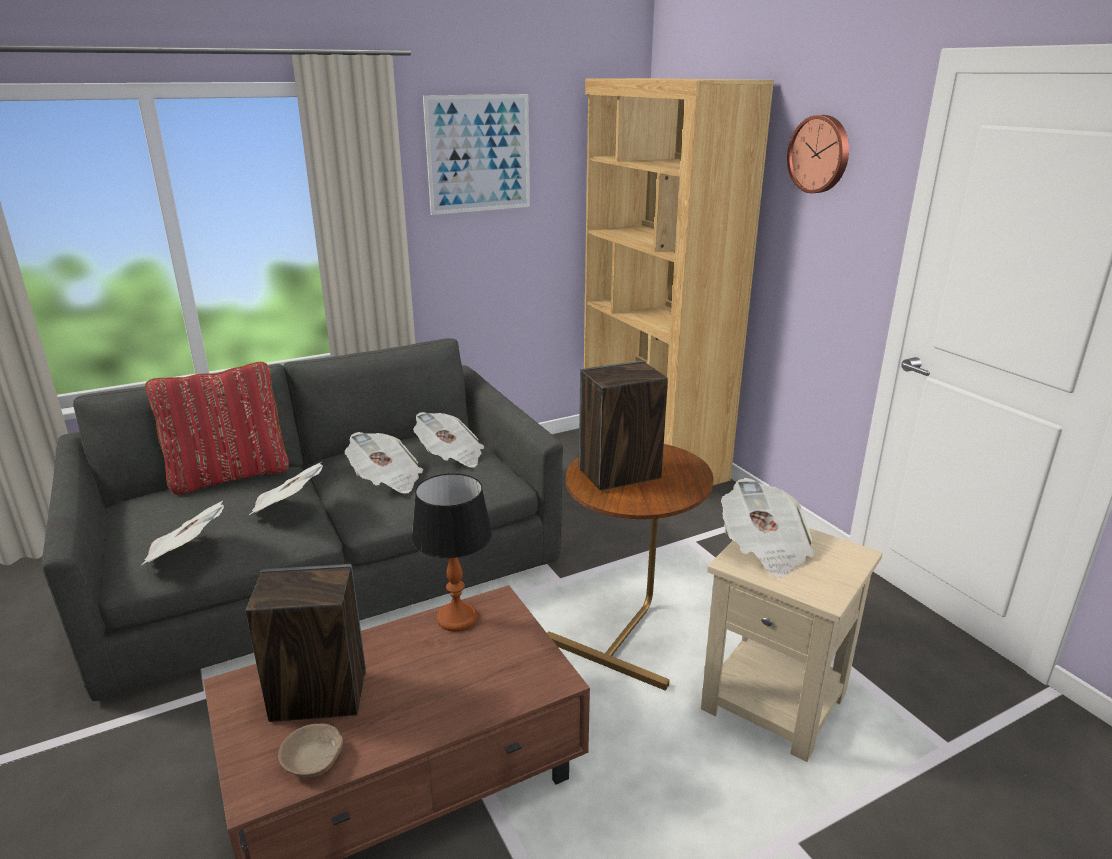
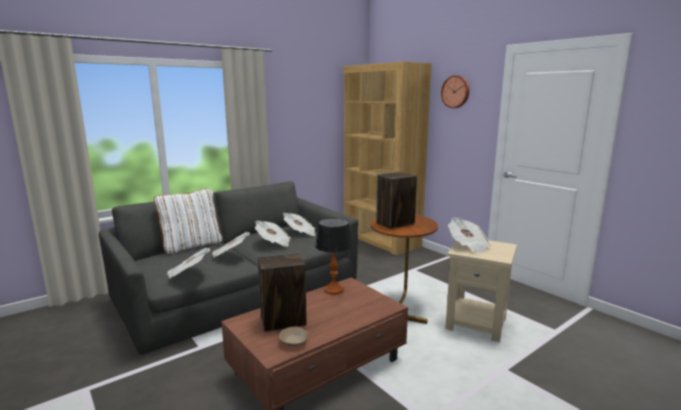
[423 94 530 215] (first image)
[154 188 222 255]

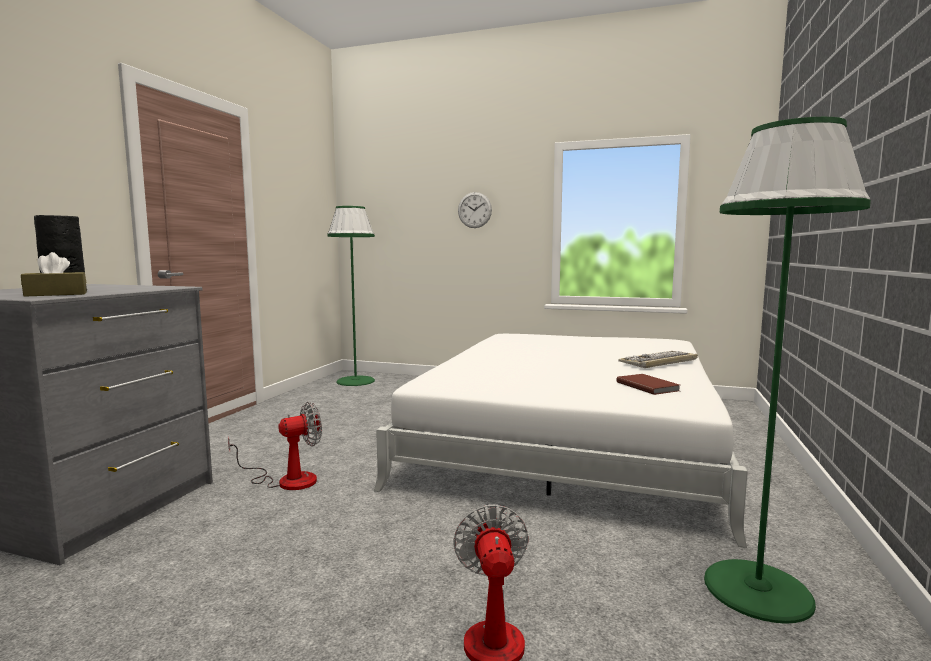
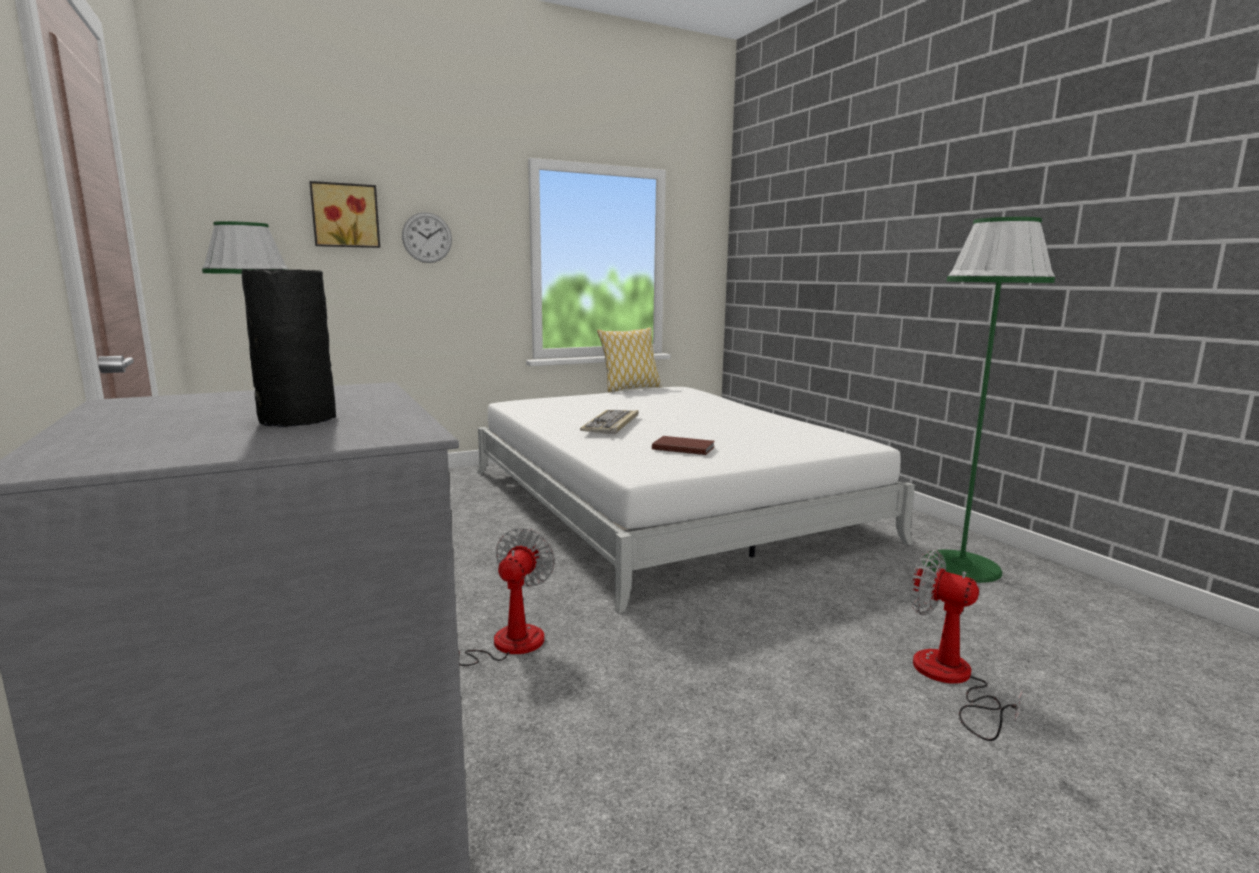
[21 252 87 297] (first image)
[580 410 639 434]
[652 436 715 455]
[309 181 380 248]
[597 327 662 392]

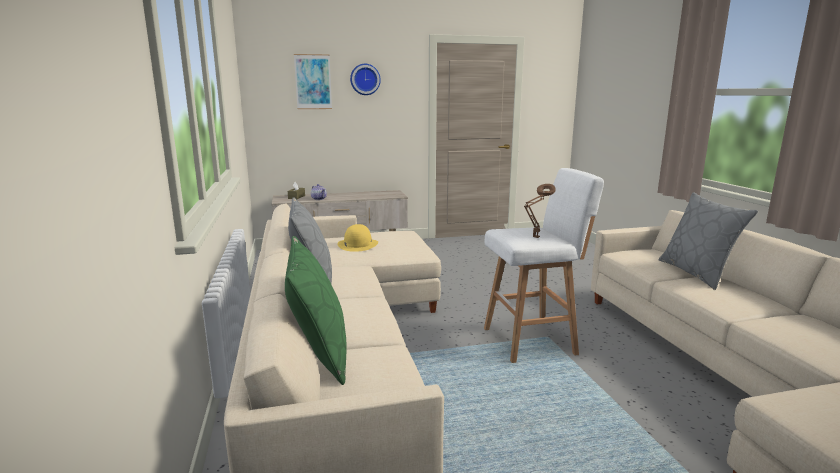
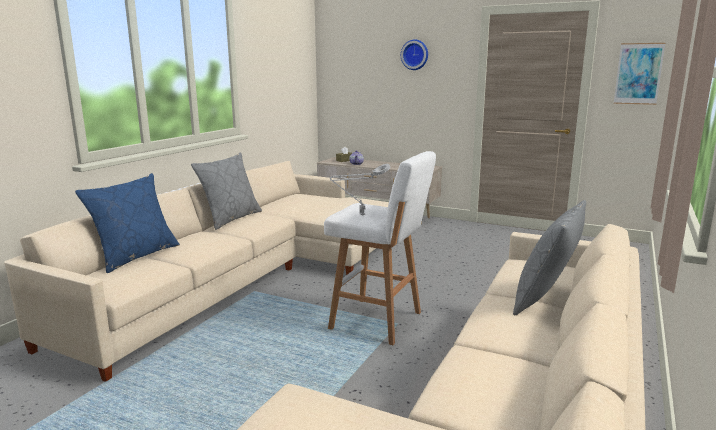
[613 43 665 105]
[330 164 390 215]
[337 224 378 252] (first image)
[75 173 180 273]

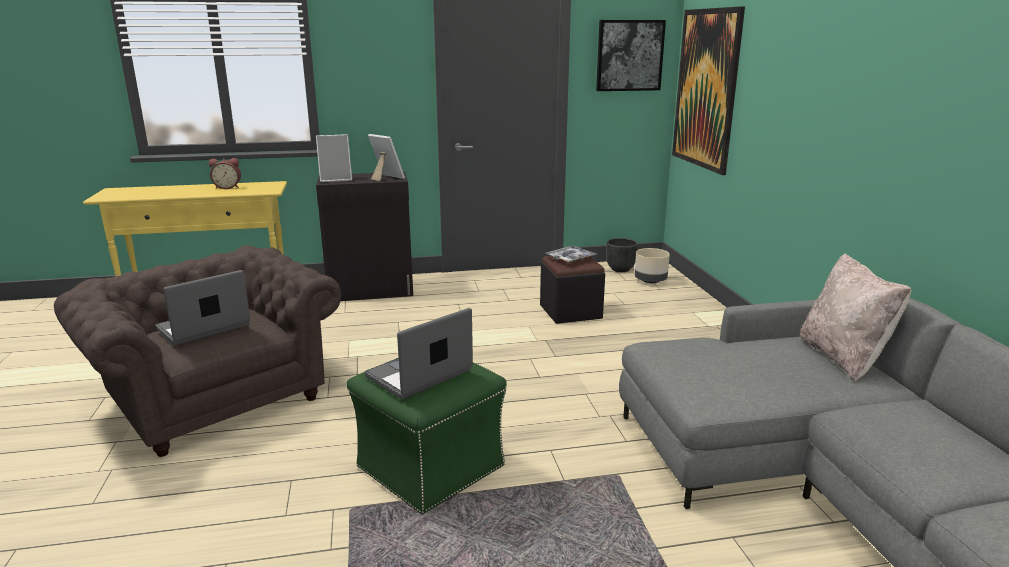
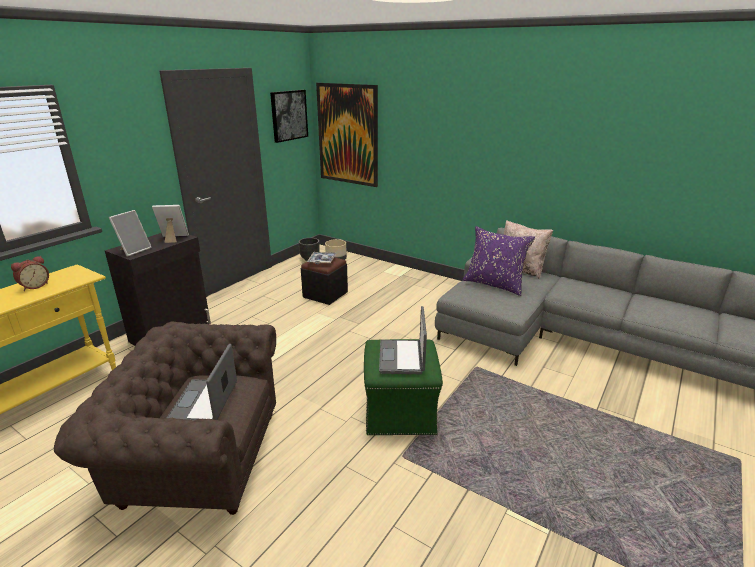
[463 226 535 296]

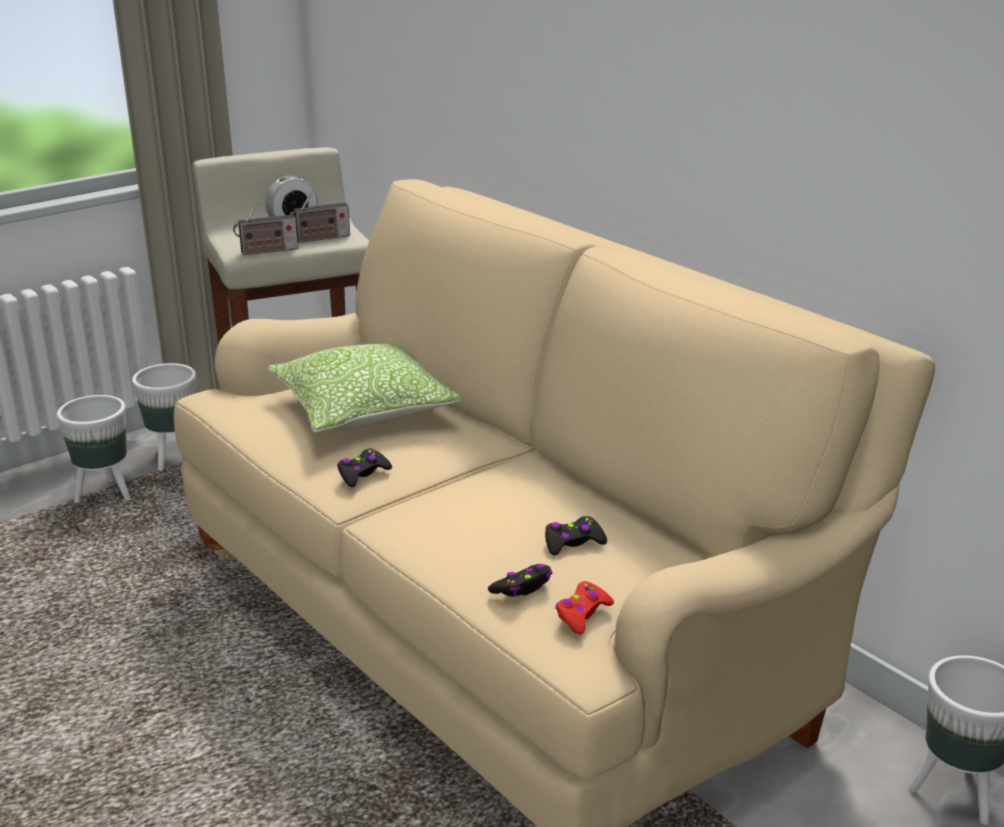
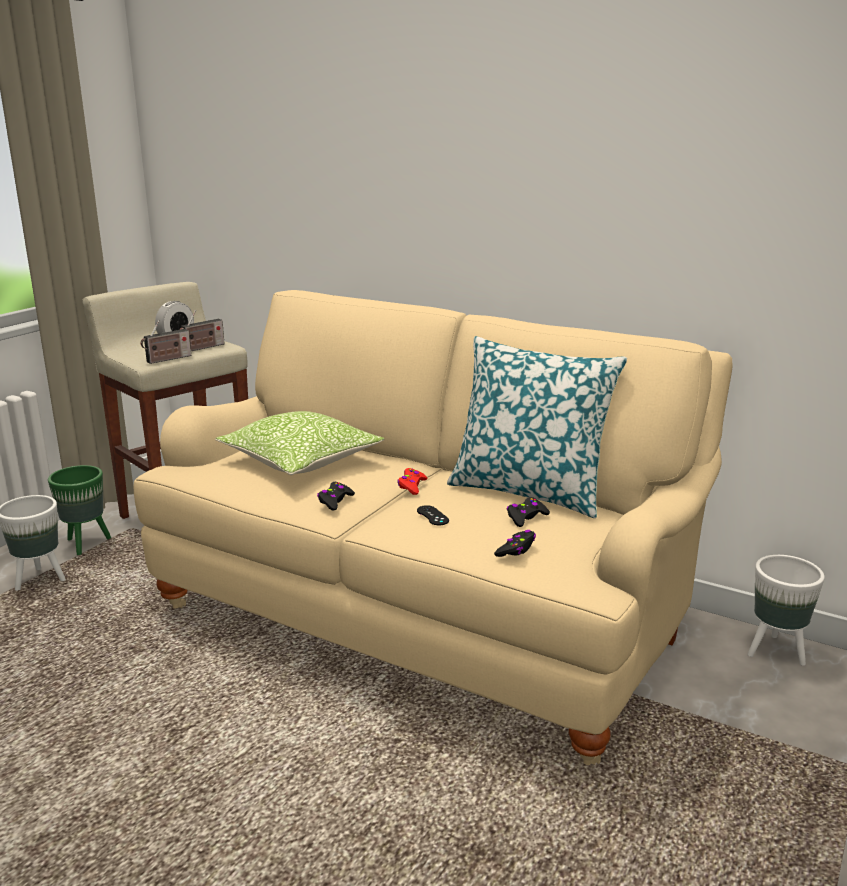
[48 465 111 555]
[397 468 428 495]
[447 336 627 518]
[417 505 449 525]

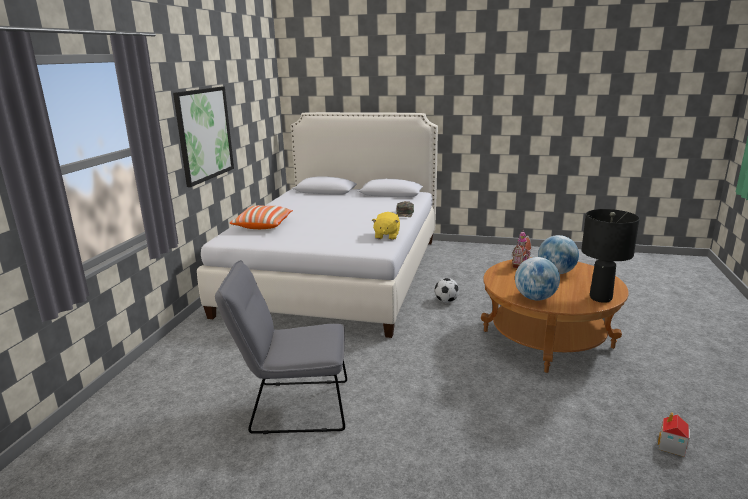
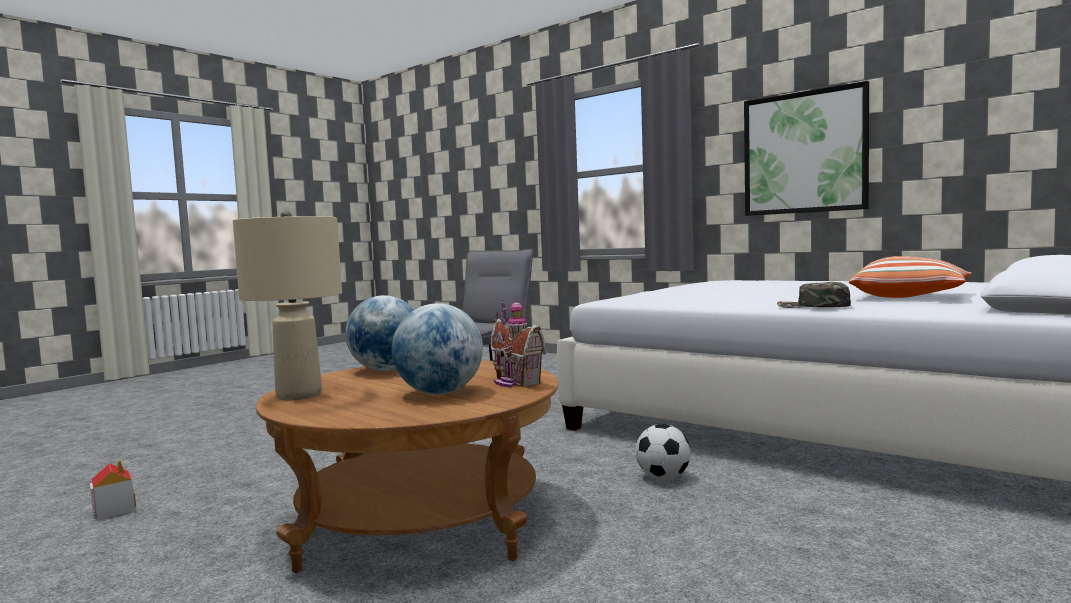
[849 256 972 298]
[233 211 342 400]
[372 212 400 240] (first image)

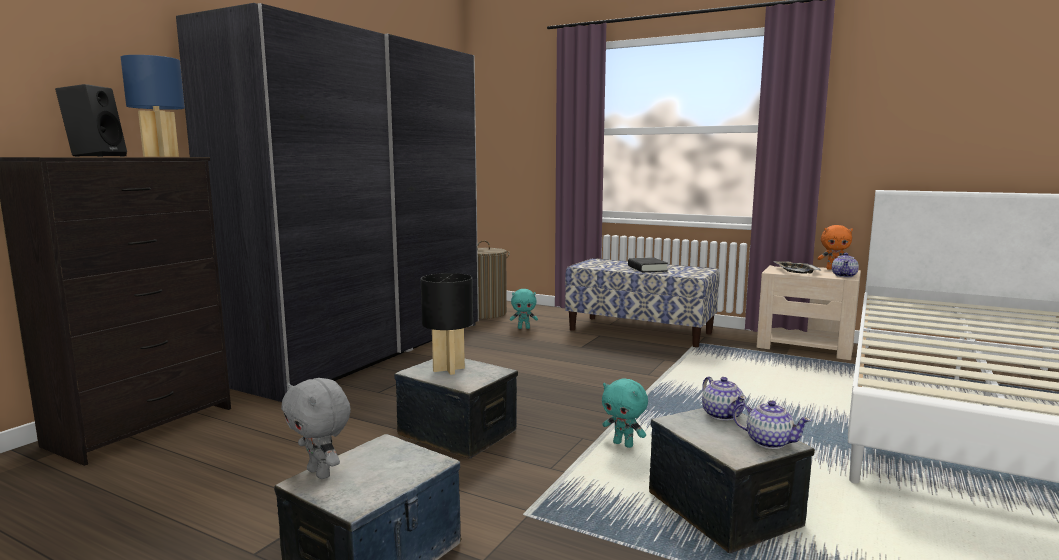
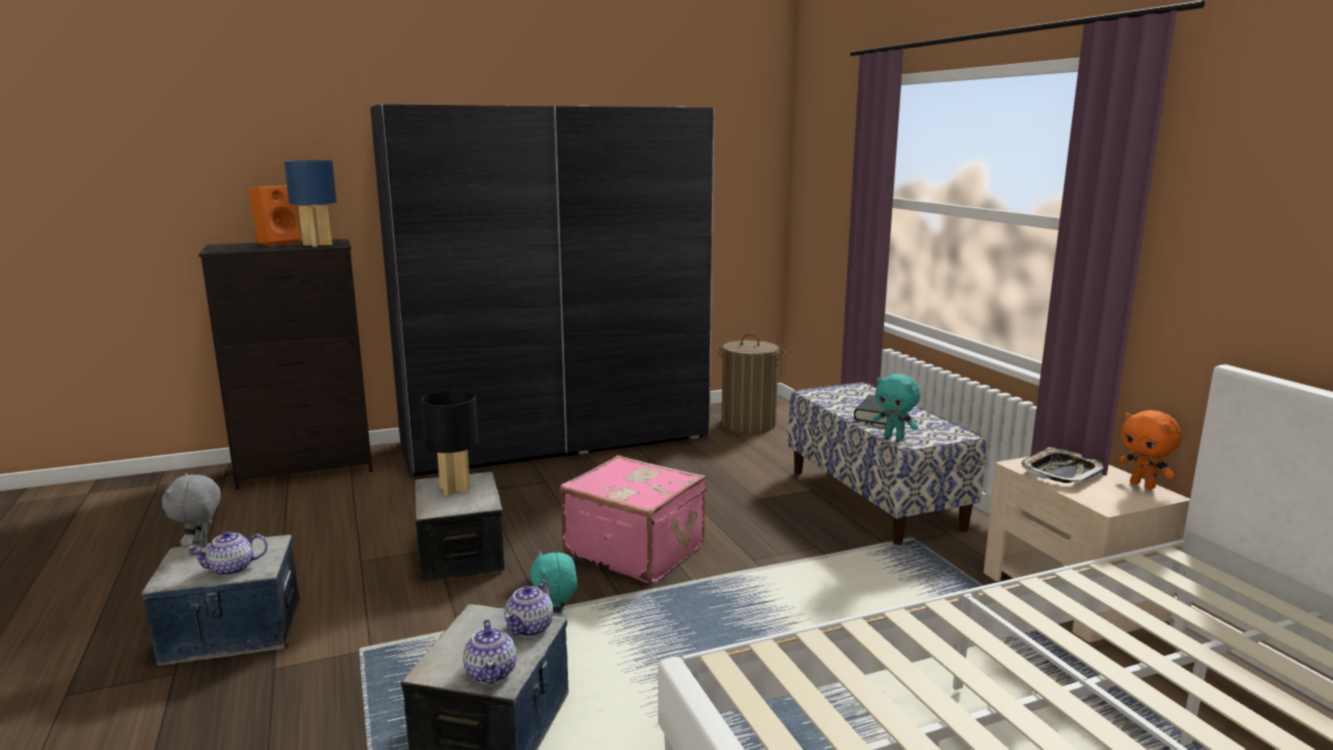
[248 185 300 246]
[188 531 268 576]
[873 374 920 440]
[560 455 707 584]

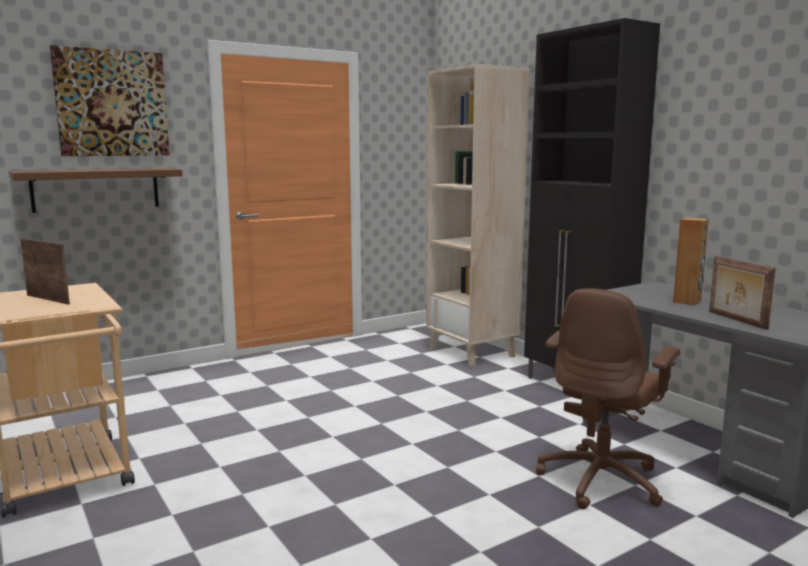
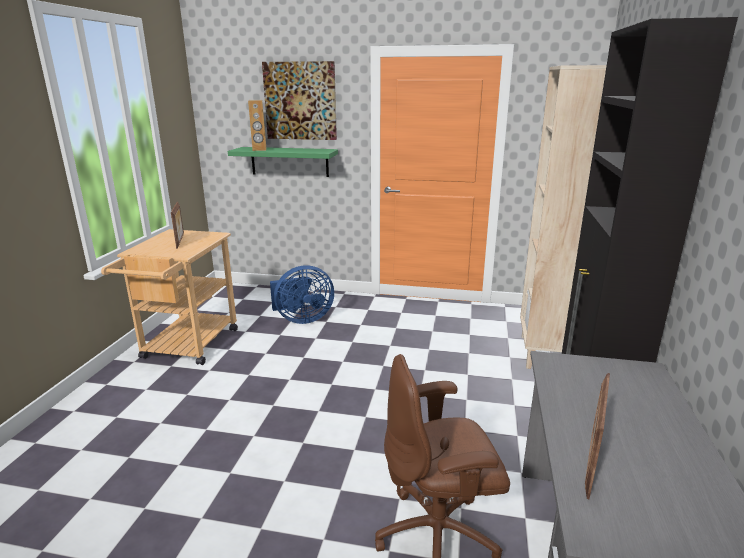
[228 147 338 177]
[248 100 267 151]
[270 265 334 324]

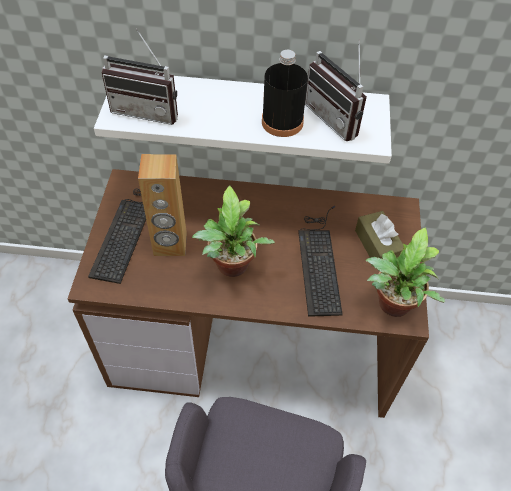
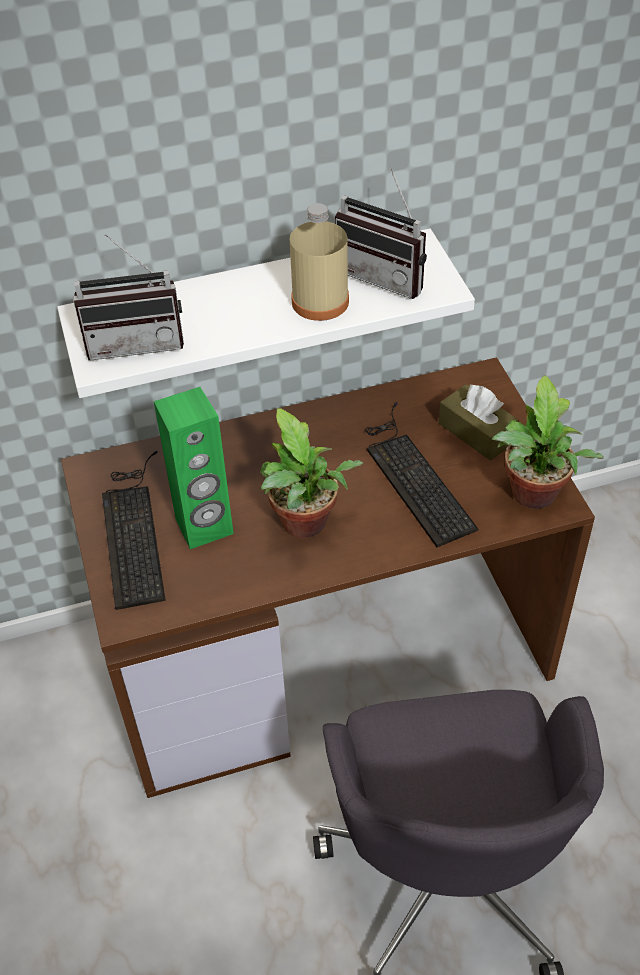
[290 203 349 321]
[154 387 234 549]

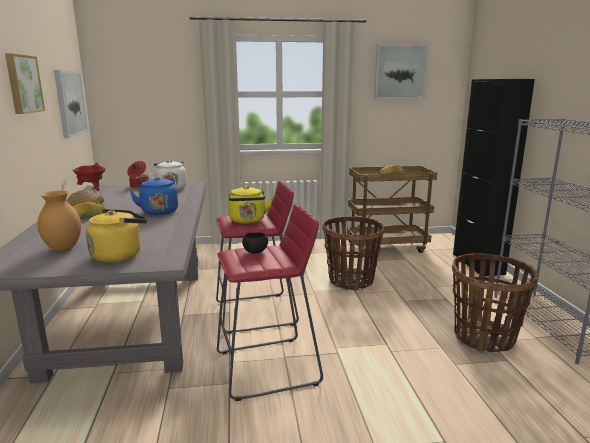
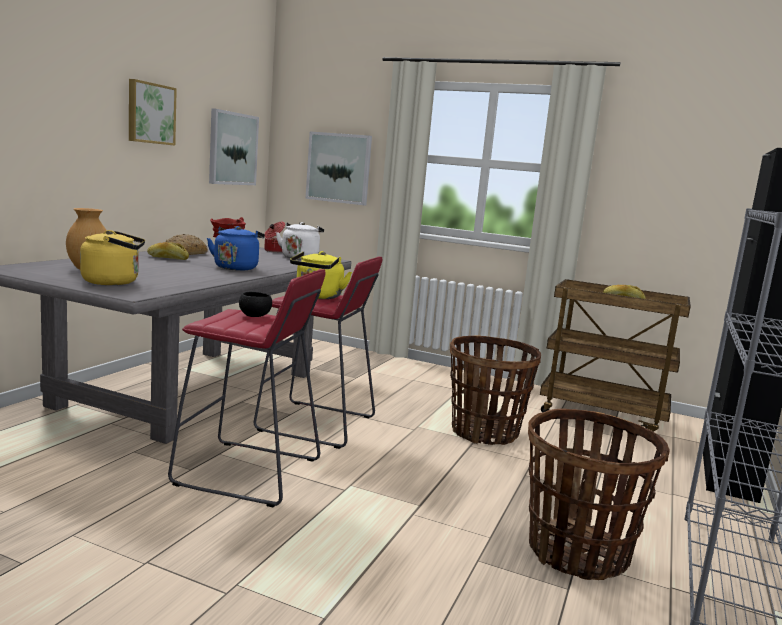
[305 131 372 205]

